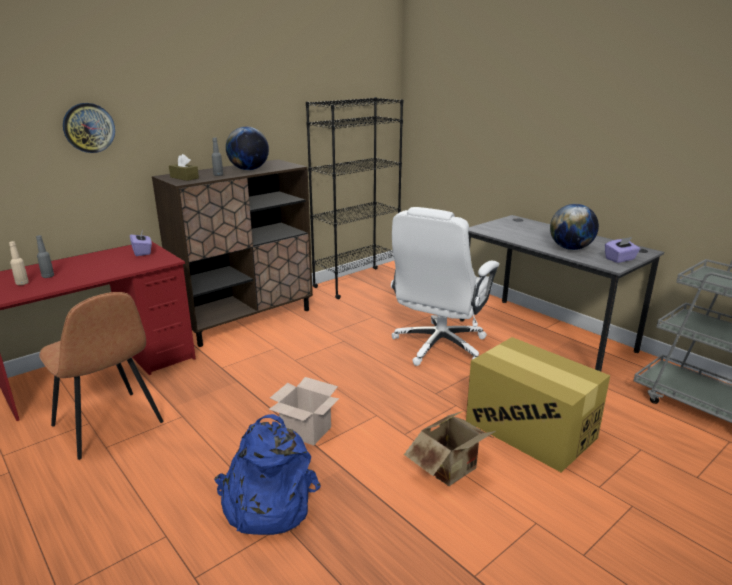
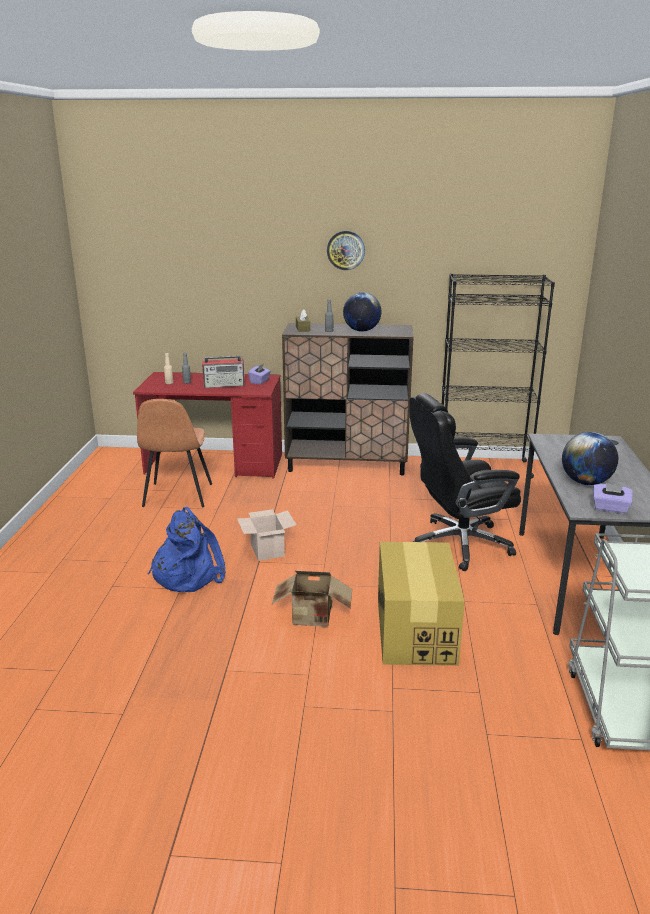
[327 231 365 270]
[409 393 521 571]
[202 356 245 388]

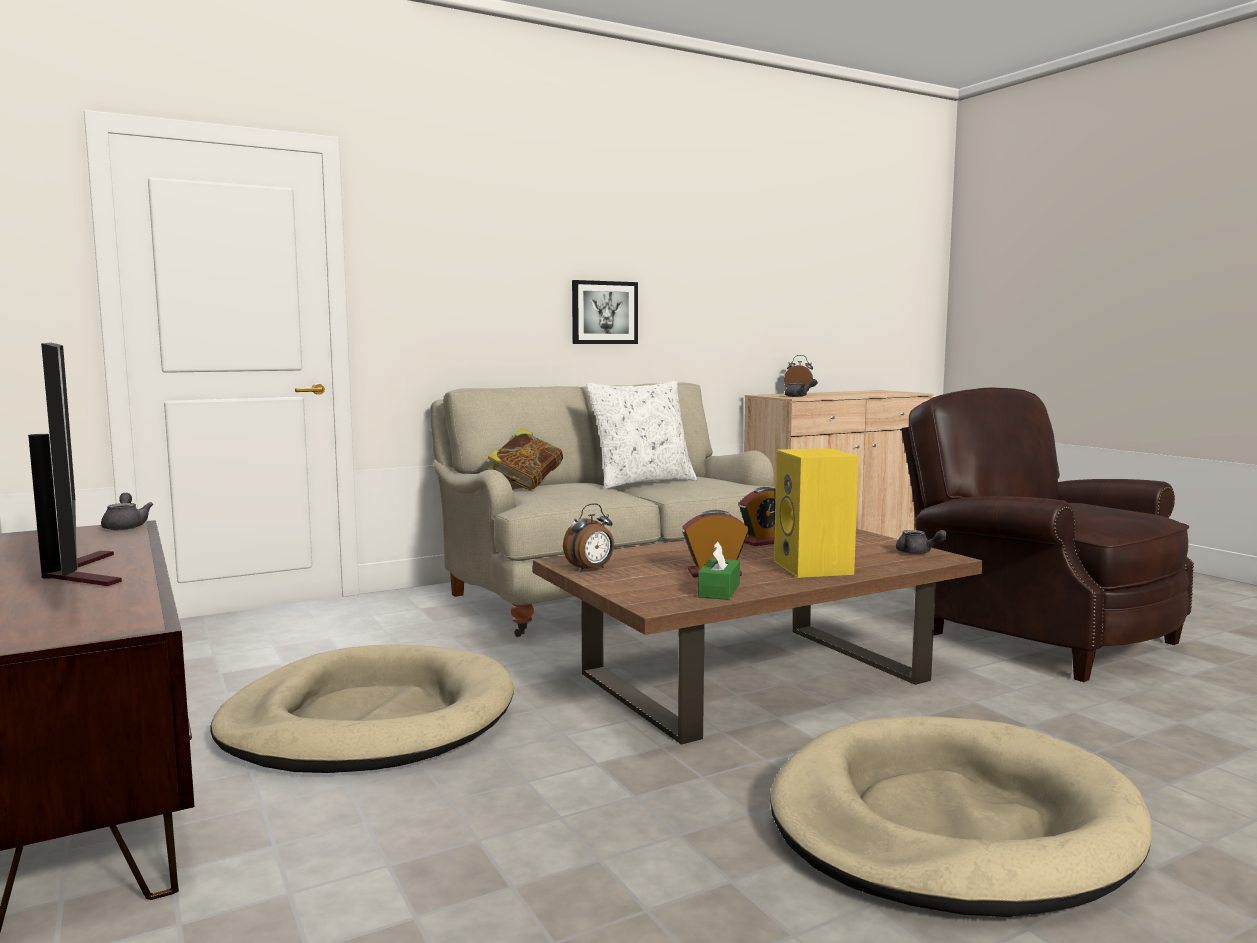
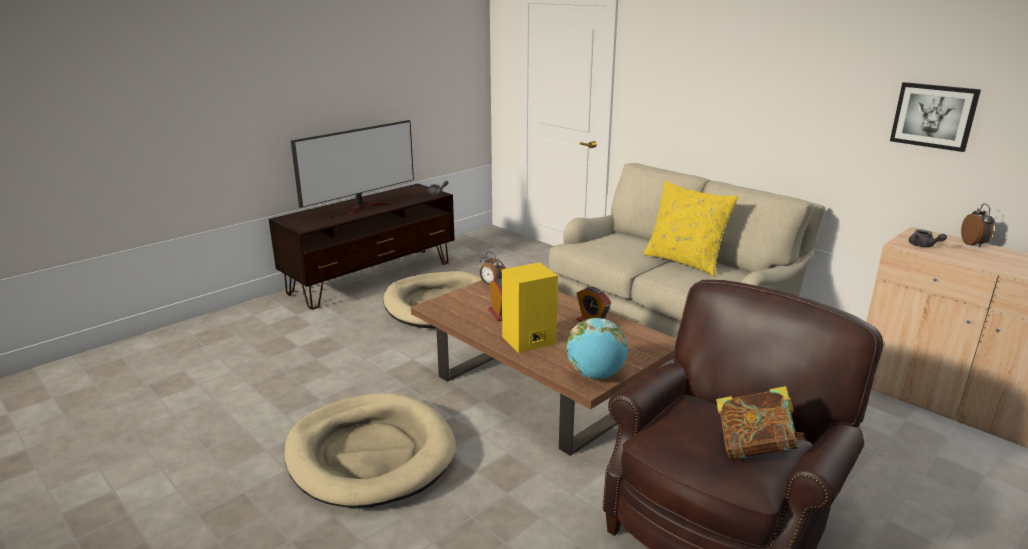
[890 82 981 152]
[643 181 738 276]
[716 386 806 460]
[566 318 628 379]
[698 541 740 600] (first image)

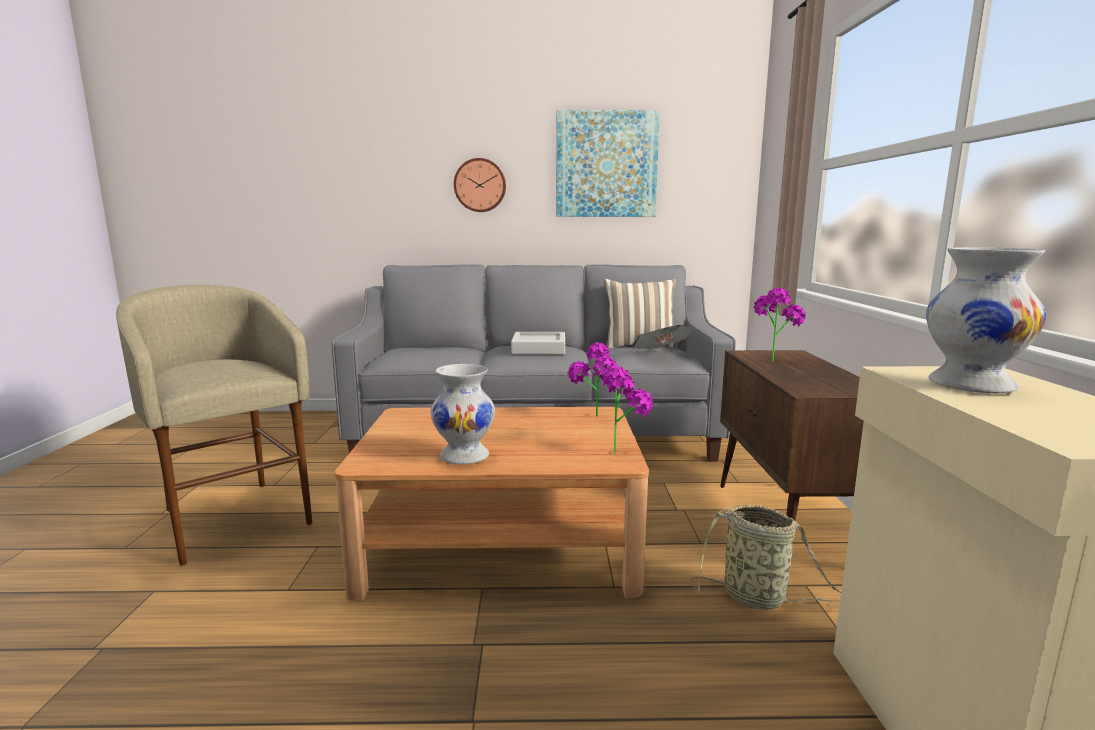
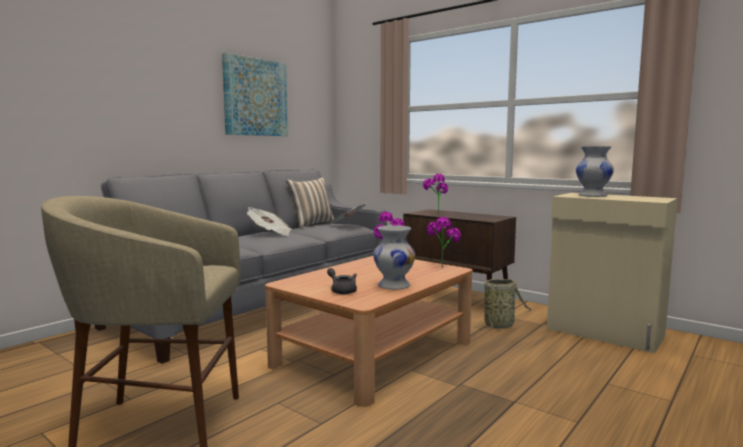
[454 158 506 212] (first image)
[247 207 292 236]
[327 268 357 294]

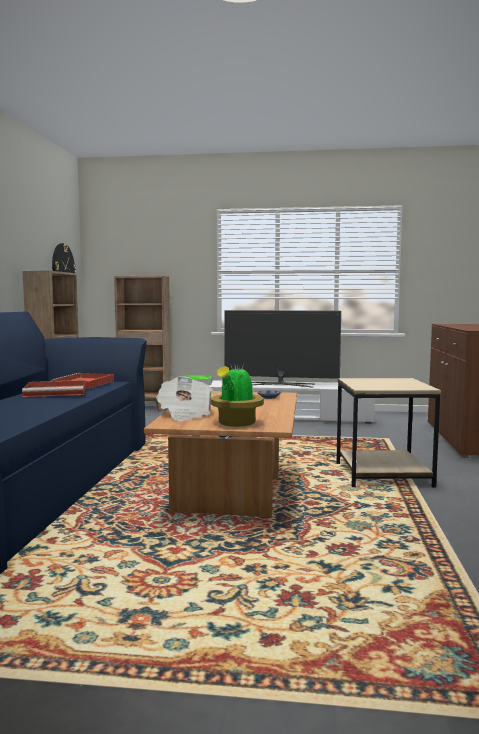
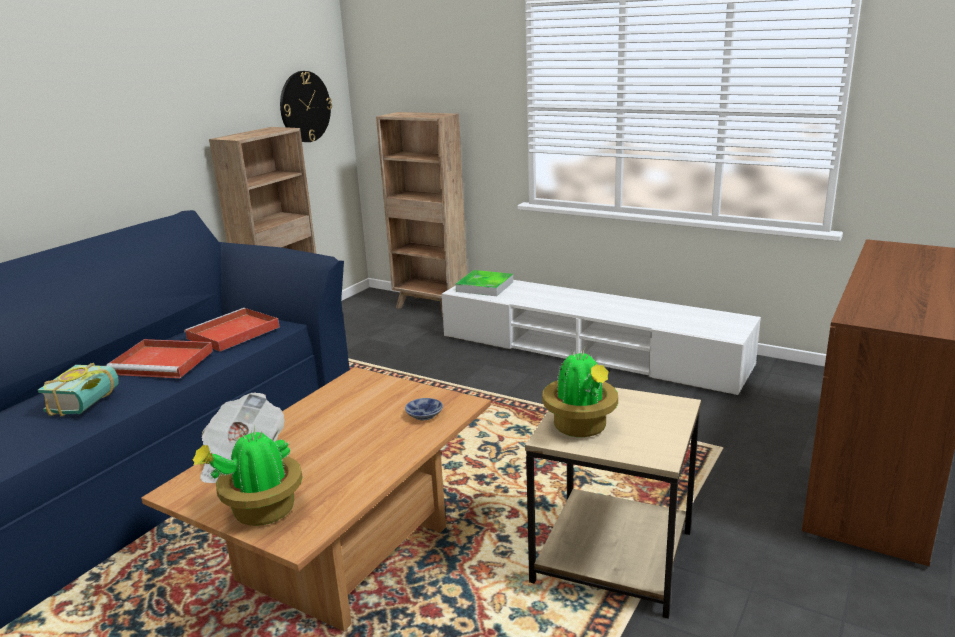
[224 310 341 388] (first image)
[542 346 618 437]
[38 363 118 416]

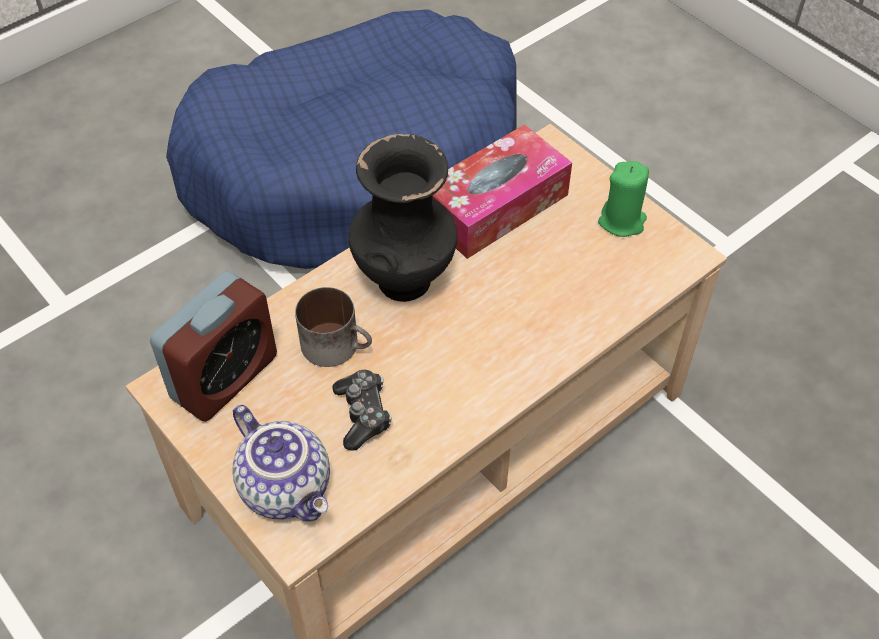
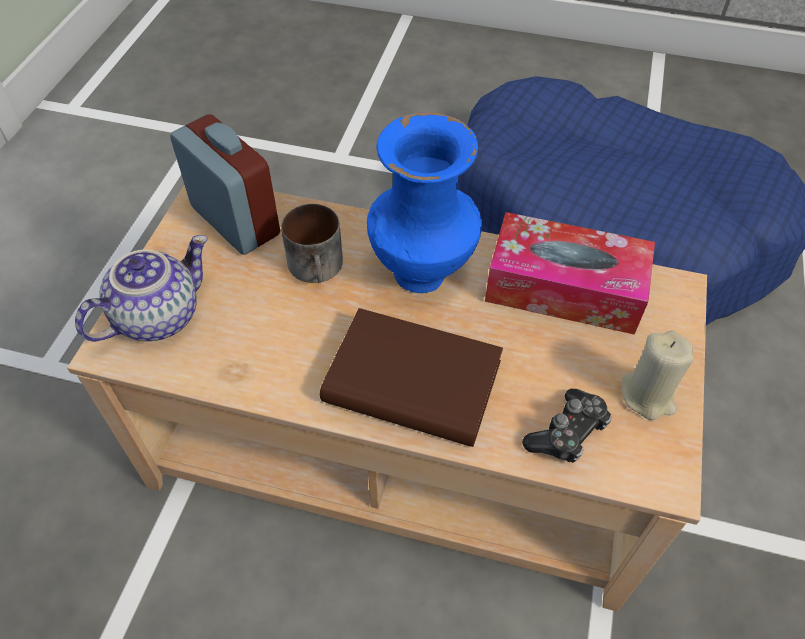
[367 112 482 293]
[622 331 694 420]
[170 114 280 255]
[522 389 612 463]
[75 235 208 341]
[320 308 503 447]

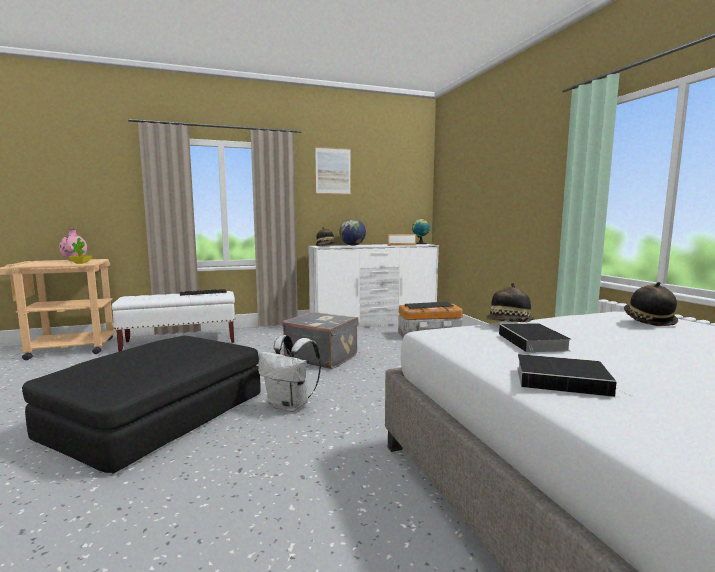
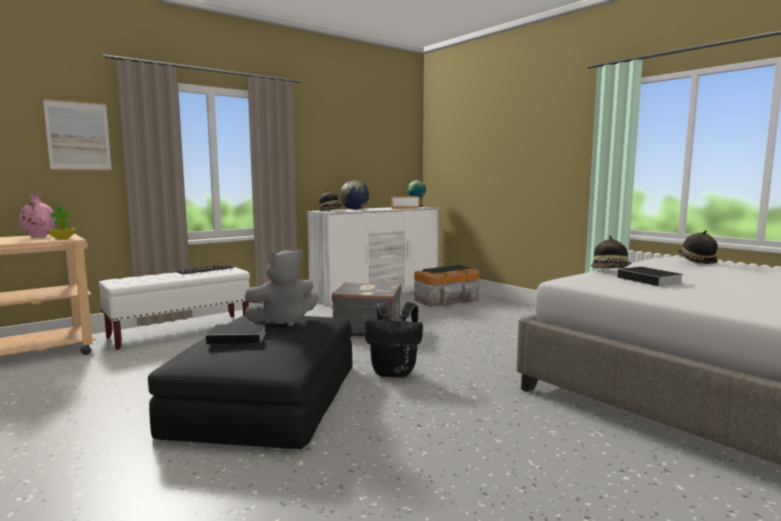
[43 99 112 171]
[365 301 423 377]
[206 324 270 345]
[244 250 318 327]

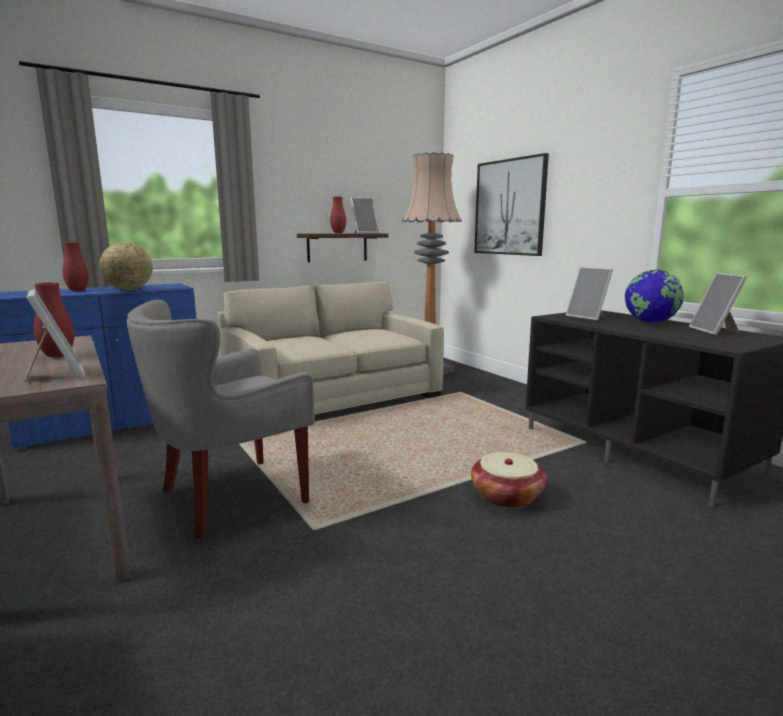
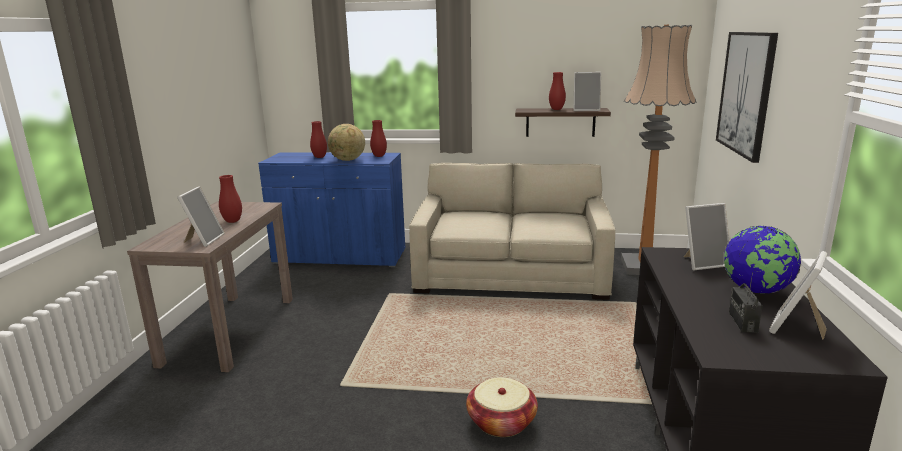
[684 203 730 270]
[127 300 315 539] (first image)
[370 120 387 157]
[729 273 763 333]

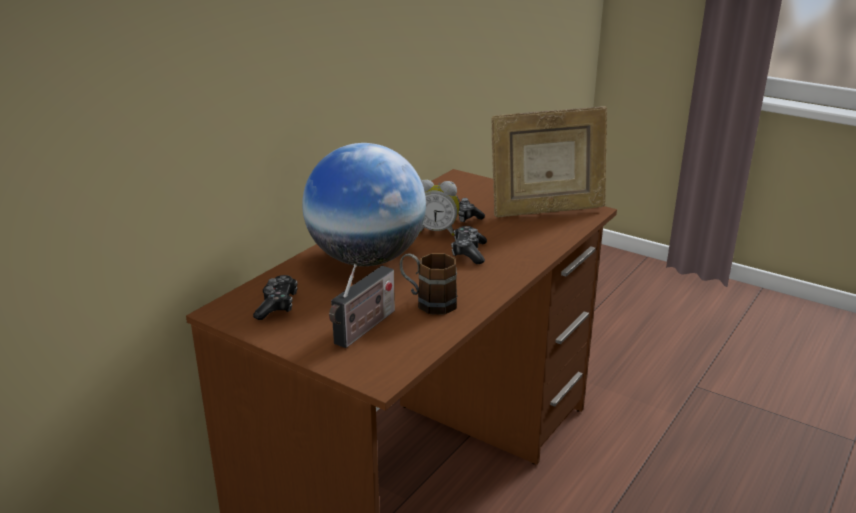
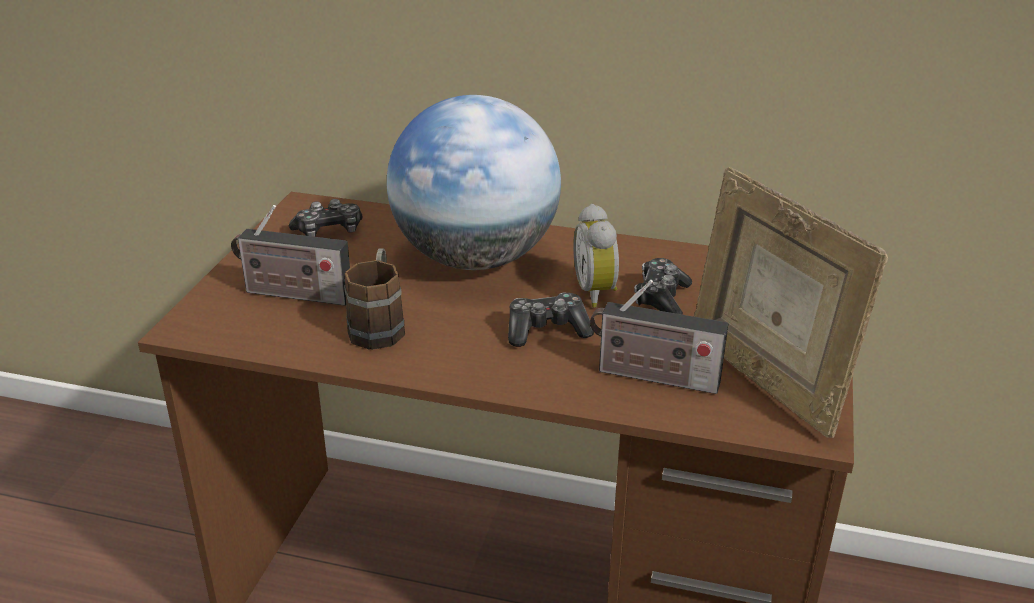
[590 280 728 394]

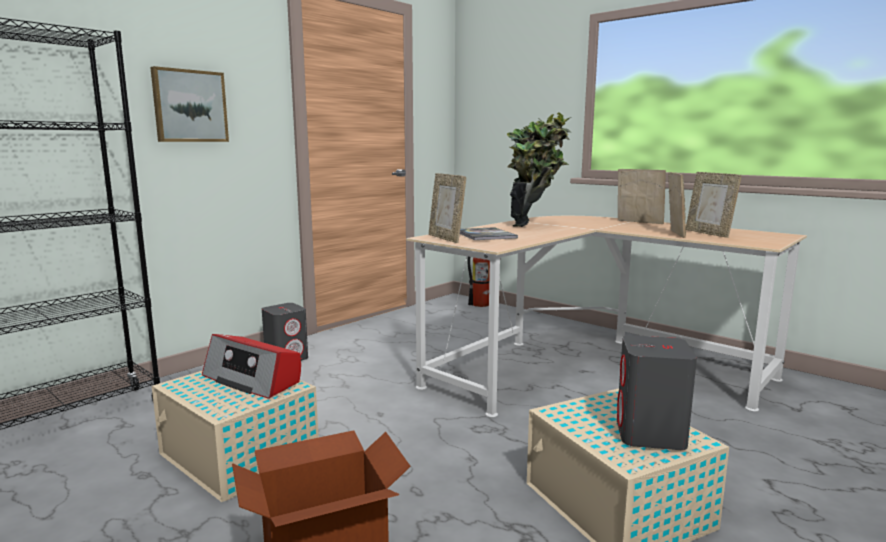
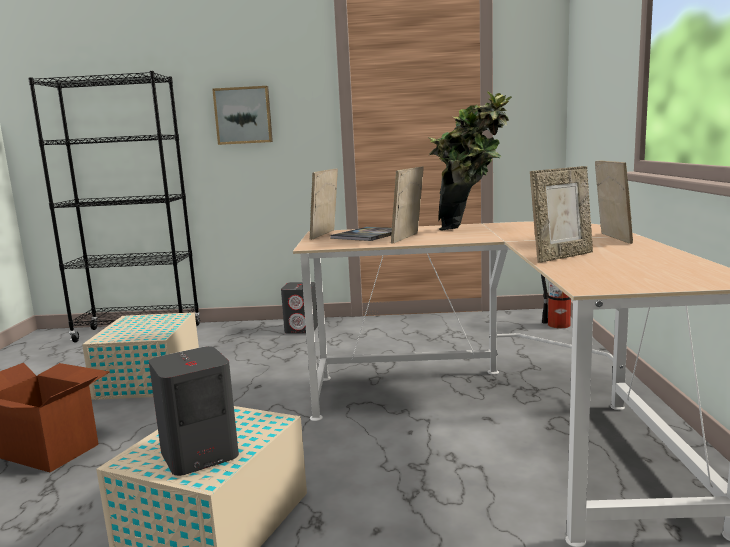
[391 166 424 244]
[202 334 301 399] (first image)

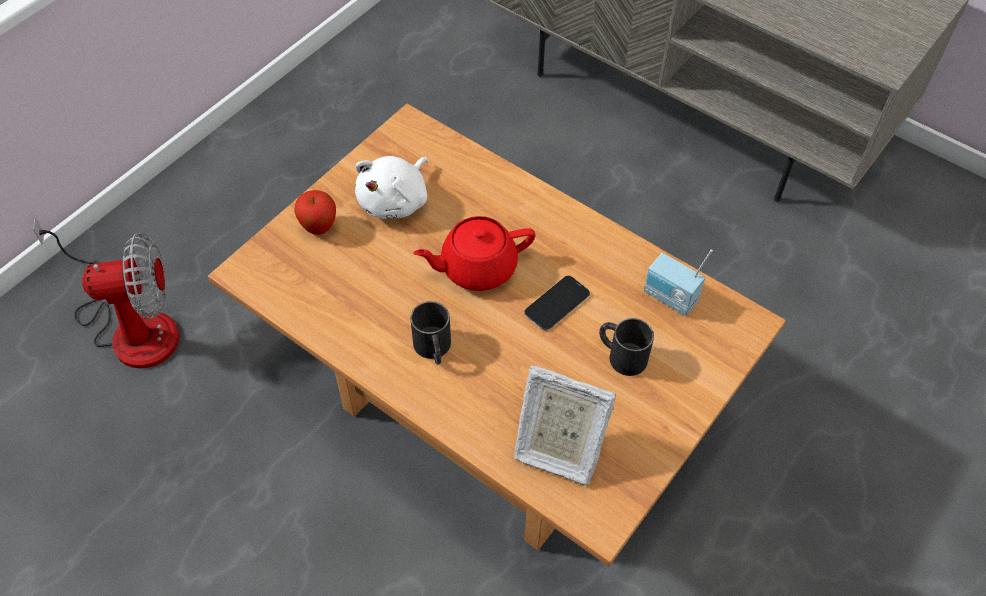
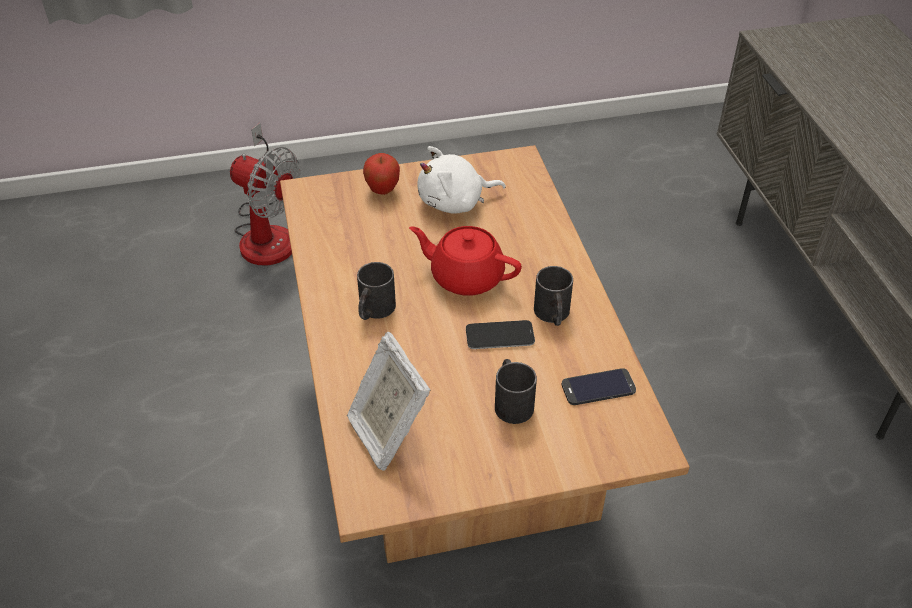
[562 368 636 405]
[534 266 573 326]

